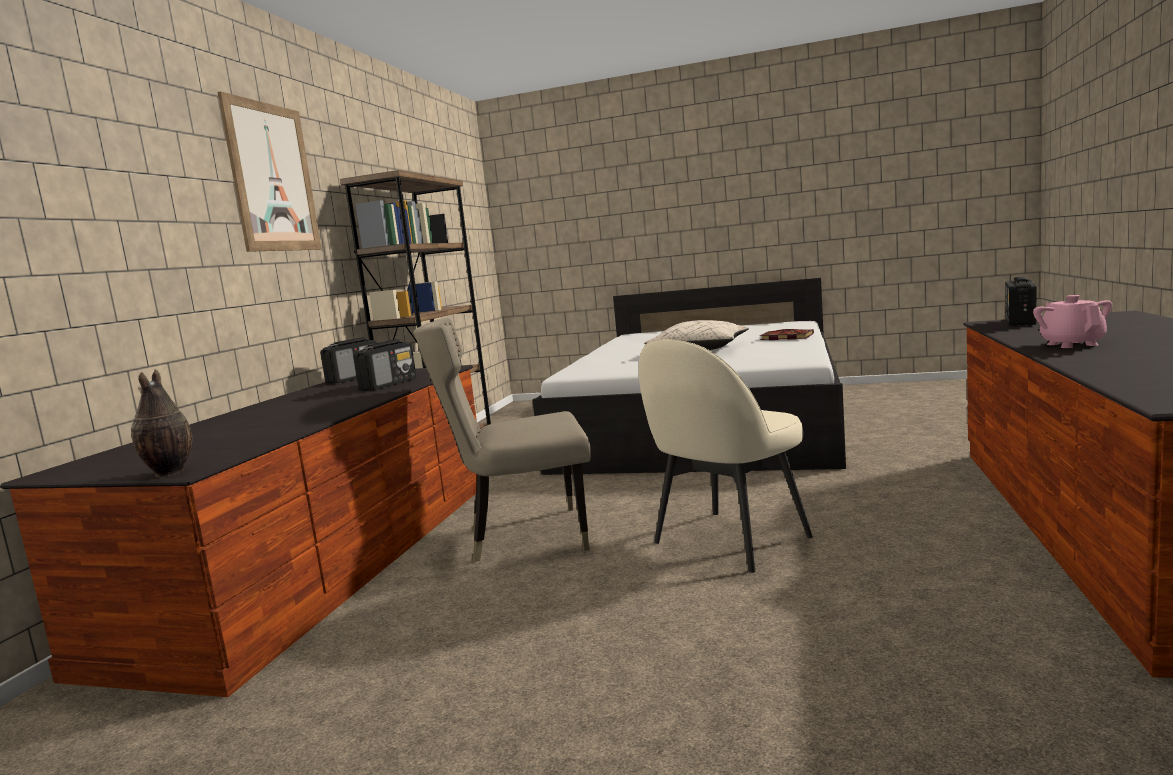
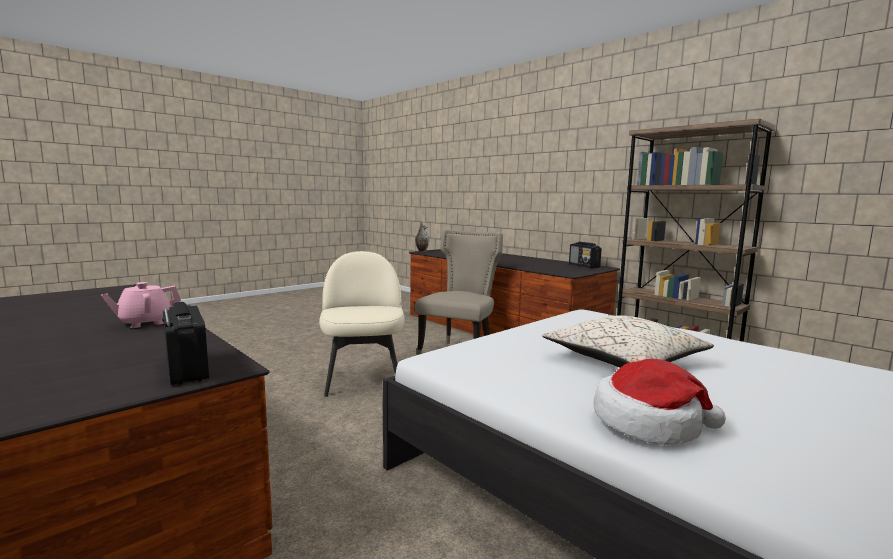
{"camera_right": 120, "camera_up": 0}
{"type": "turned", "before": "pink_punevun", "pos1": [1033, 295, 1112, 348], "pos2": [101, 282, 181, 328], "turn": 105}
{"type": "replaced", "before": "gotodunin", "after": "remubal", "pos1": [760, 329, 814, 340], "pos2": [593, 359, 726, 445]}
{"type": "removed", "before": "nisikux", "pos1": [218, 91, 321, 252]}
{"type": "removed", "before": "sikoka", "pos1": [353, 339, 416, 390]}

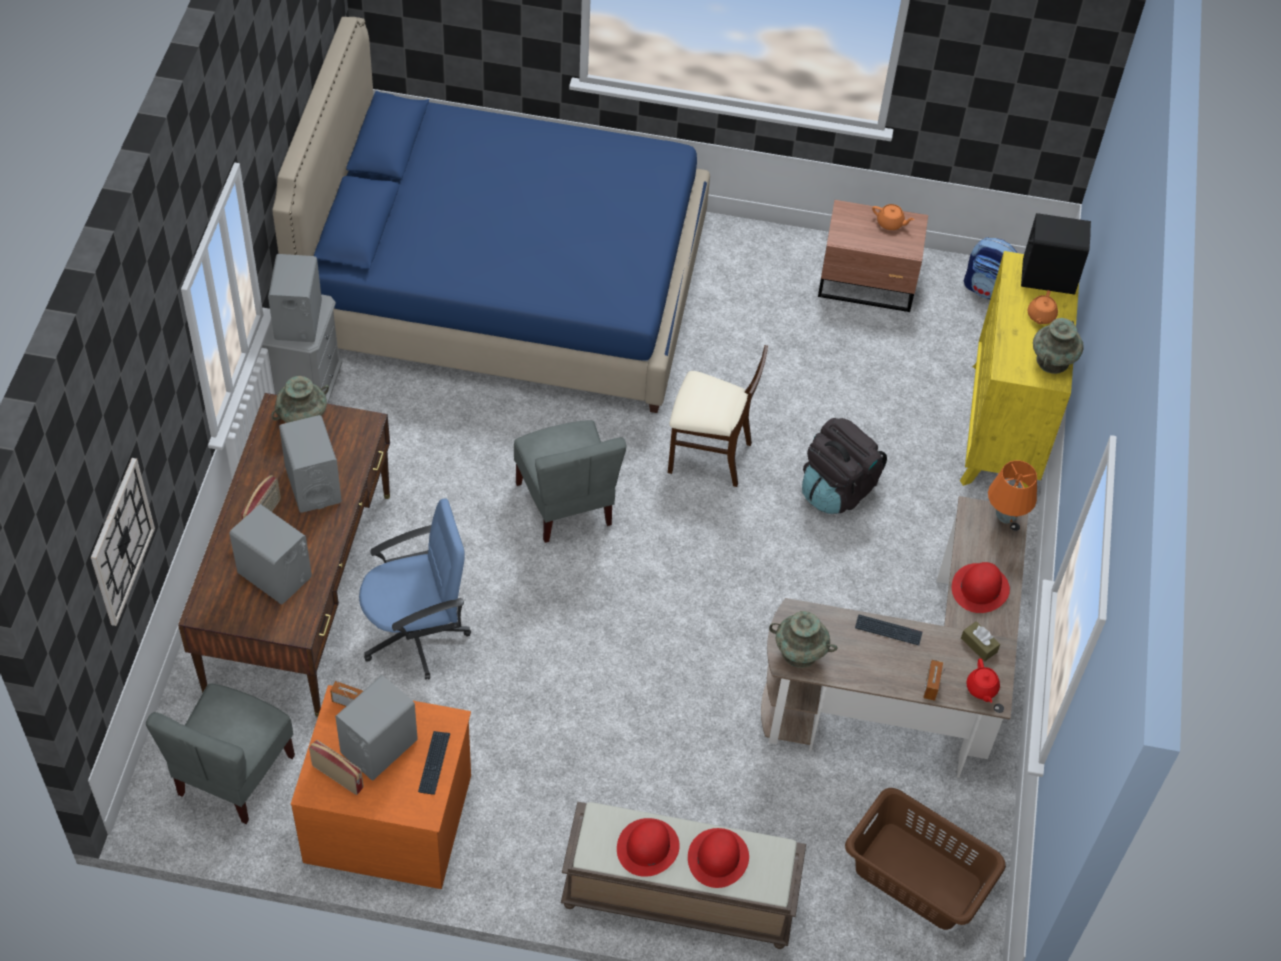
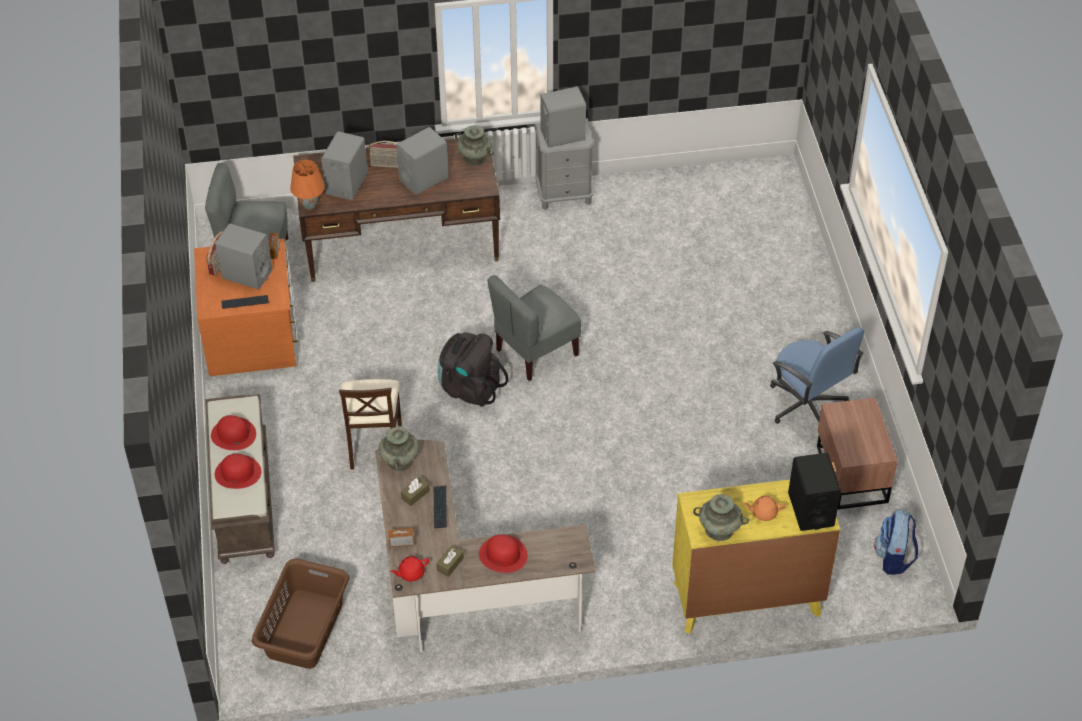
{"camera_right": 75, "camera_up": -5}
{"type": "moved", "before": "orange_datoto", "pos1": [988, 460, 1037, 523], "pos2": [290, 160, 325, 210]}
{"type": "moved", "before": "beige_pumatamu", "pos1": [668, 345, 768, 487], "pos2": [339, 379, 402, 470]}
{"type": "added", "after": "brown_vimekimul", "pos2": [401, 477, 430, 506]}
{"type": "moved", "before": "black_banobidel", "pos1": [802, 418, 887, 514], "pos2": [438, 332, 508, 407]}
{"type": "moved", "before": "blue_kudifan", "pos1": [359, 498, 471, 680], "pos2": [770, 327, 864, 424]}
{"type": "removed", "before": "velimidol", "pos1": [91, 458, 155, 626]}
{"type": "removed", "before": "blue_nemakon", "pos1": [272, 17, 710, 413]}
{"type": "removed", "before": "orange_punevun", "pos1": [872, 204, 915, 230]}

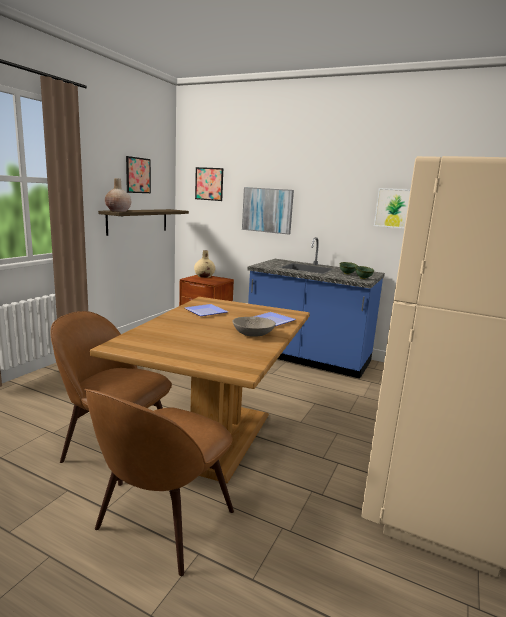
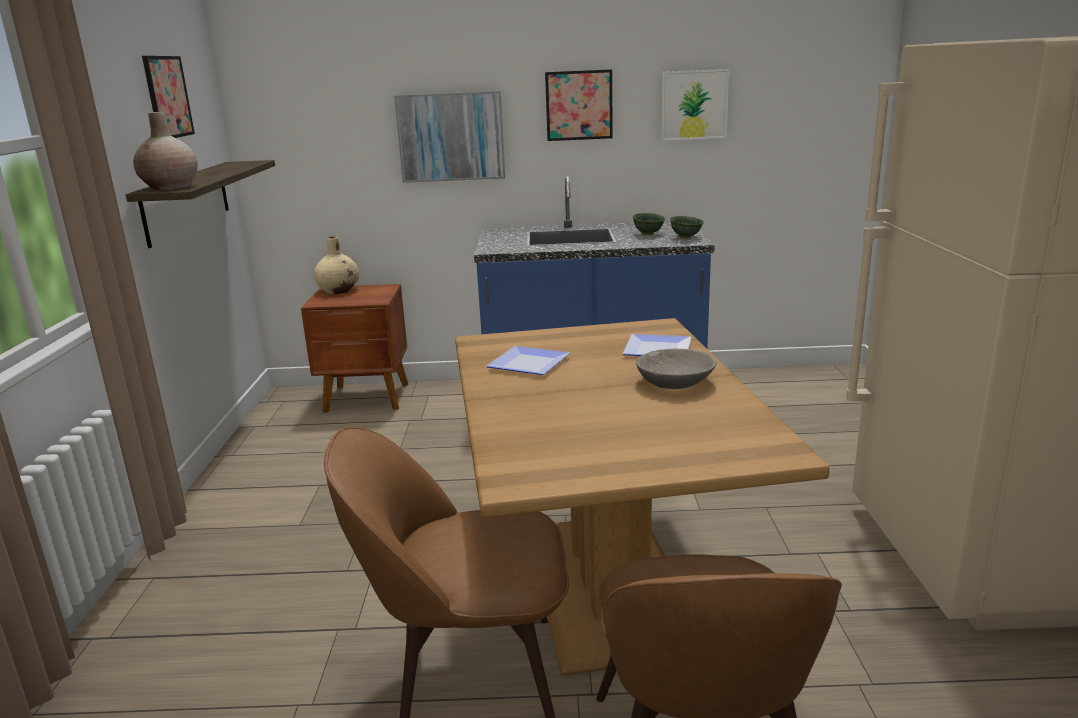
{"camera_right": -25, "camera_up": 5}
{"type": "moved", "before": "nisikux", "pos1": [195, 167, 223, 201], "pos2": [545, 69, 613, 141]}

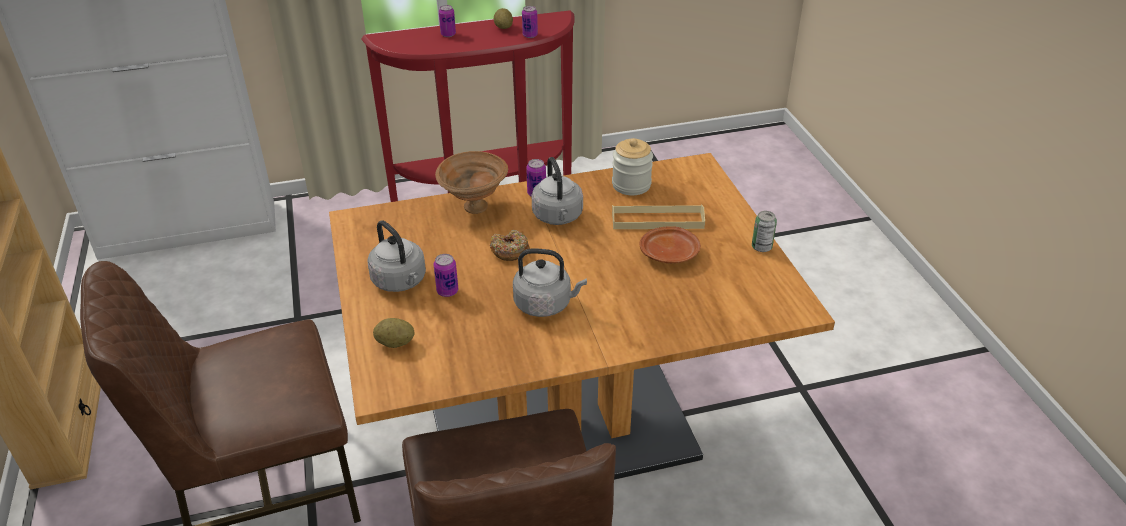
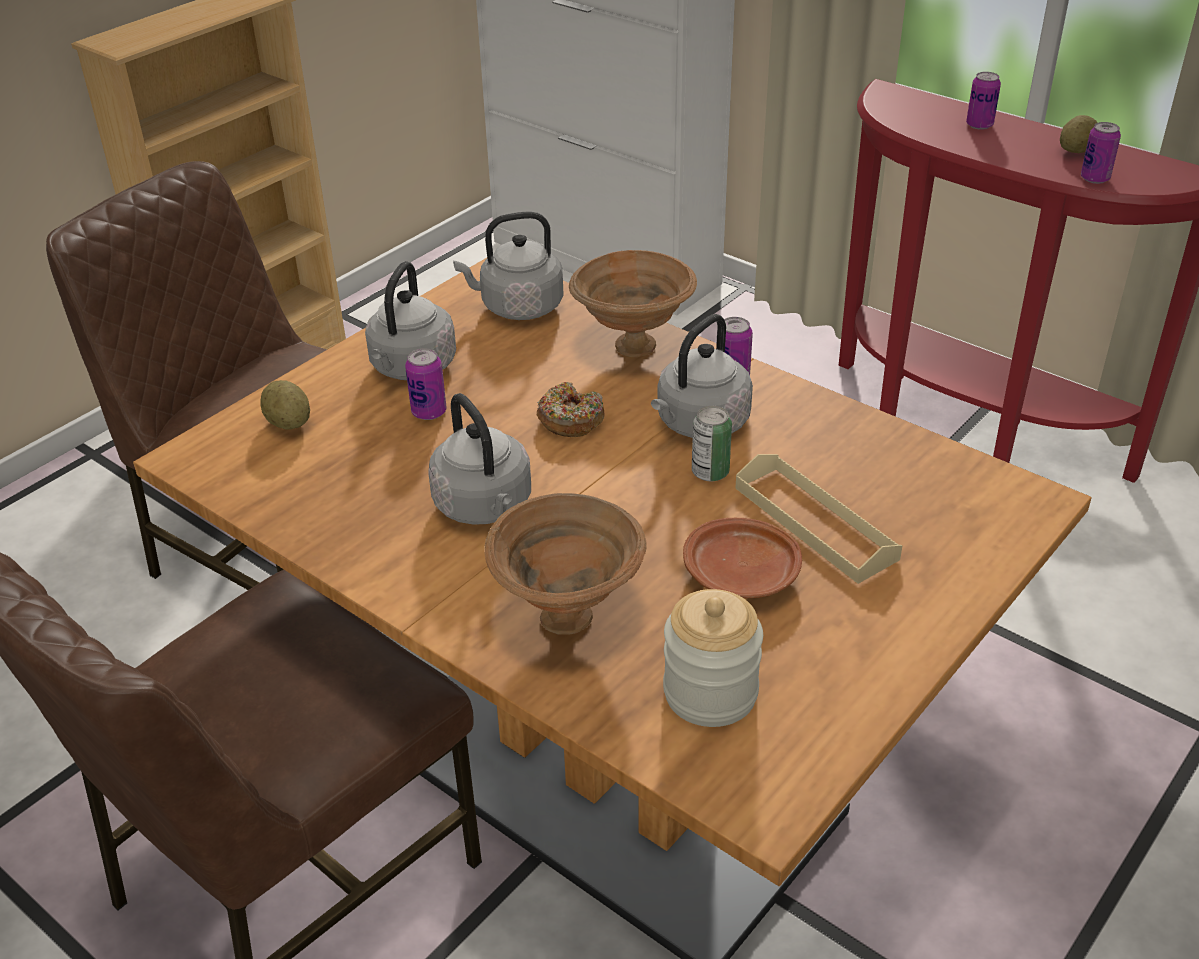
{"camera_right": 55, "camera_up": 0}
{"type": "added", "after": "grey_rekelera", "pos2": [453, 212, 564, 320]}
{"type": "added", "after": "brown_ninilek", "pos2": [484, 493, 647, 635]}
{"type": "moved", "before": "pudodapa", "pos1": [612, 138, 653, 195], "pos2": [663, 589, 763, 727]}
{"type": "moved", "before": "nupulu", "pos1": [752, 211, 777, 252], "pos2": [692, 406, 732, 481]}

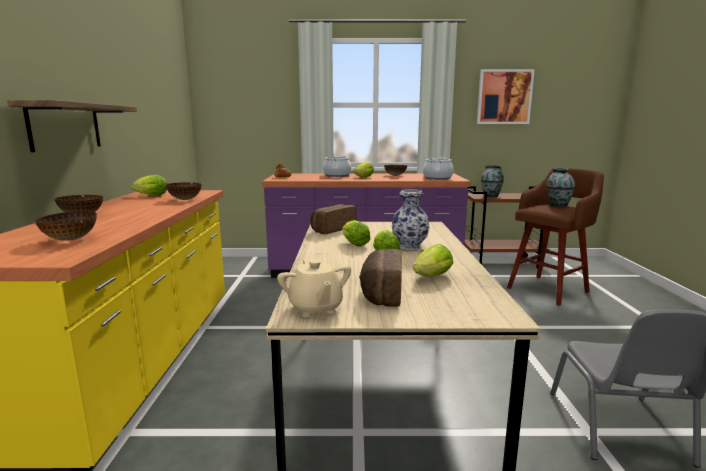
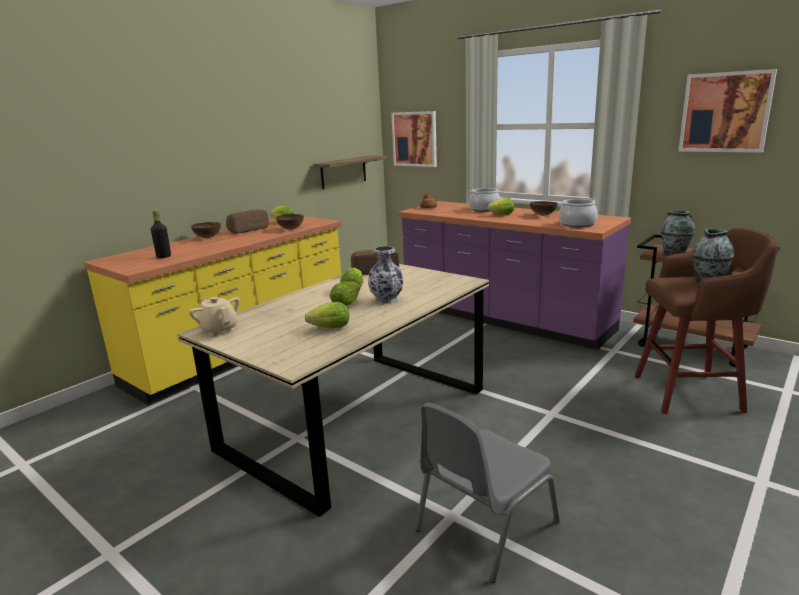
{"camera_right": 40, "camera_up": 5}
{"type": "replaced", "before": "ninilek", "after": "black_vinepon", "pos1": [35, 211, 97, 241], "pos2": [151, 211, 171, 258]}
{"type": "turned", "before": "beige_punevun", "pos1": [277, 259, 351, 317], "pos2": [189, 297, 240, 336], "turn": 120}
{"type": "moved", "before": "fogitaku", "pos1": [359, 249, 402, 307], "pos2": [226, 210, 269, 234]}
{"type": "moved", "before": "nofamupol", "pos1": [7, 100, 137, 152], "pos2": [313, 156, 386, 189]}
{"type": "added", "after": "nisikux", "pos2": [391, 111, 437, 167]}

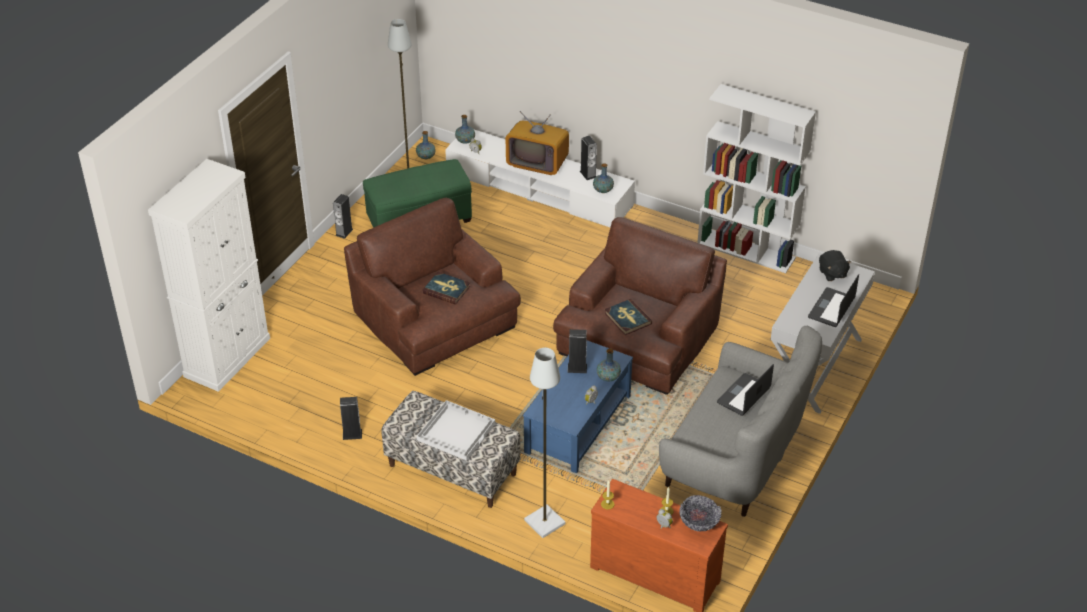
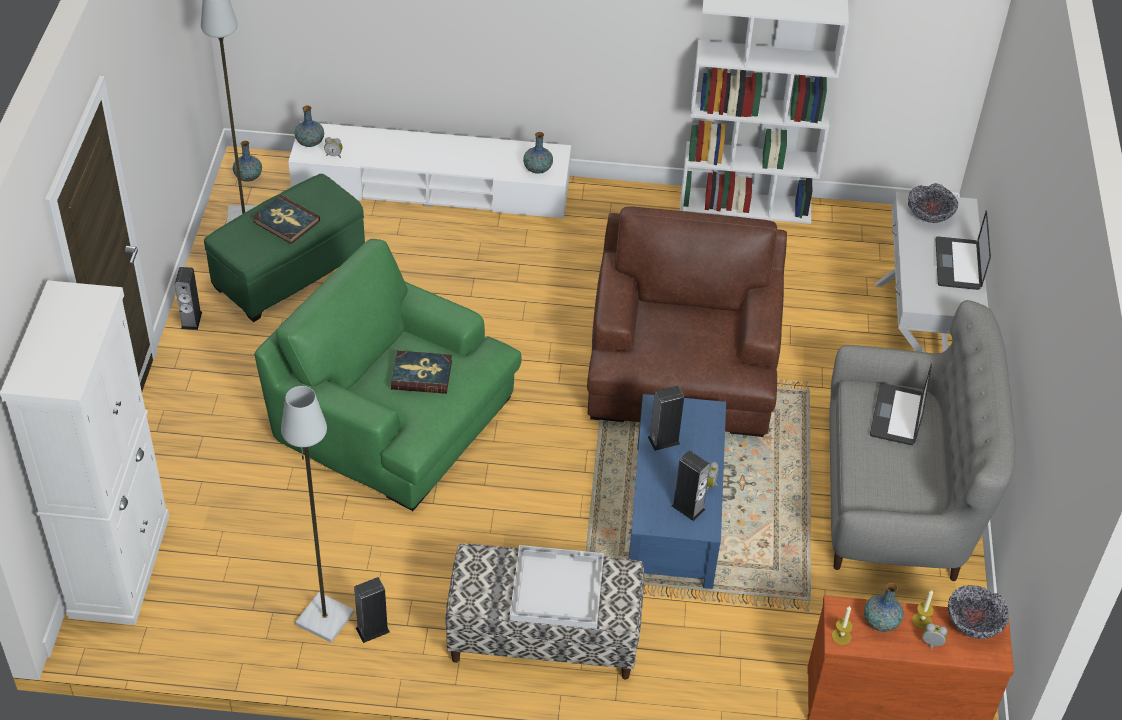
{"camera_right": -25, "camera_up": 5}
{"type": "moved", "before": "gotodunin", "pos1": [605, 299, 652, 335], "pos2": [253, 195, 320, 244]}
{"type": "recoloured", "before": "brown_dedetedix", "after": "green_dedetedix", "pos1": [344, 198, 521, 376], "pos2": [254, 239, 522, 511]}
{"type": "moved", "before": "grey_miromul", "pos1": [524, 348, 565, 538], "pos2": [281, 386, 354, 643]}
{"type": "moved", "before": "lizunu", "pos1": [580, 136, 597, 180], "pos2": [671, 450, 710, 521]}
{"type": "moved", "before": "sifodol", "pos1": [597, 349, 621, 381], "pos2": [864, 583, 904, 632]}
{"type": "replaced", "before": "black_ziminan", "after": "ninilek", "pos1": [819, 250, 851, 281], "pos2": [908, 183, 958, 223]}
{"type": "removed", "before": "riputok", "pos1": [506, 111, 569, 175]}

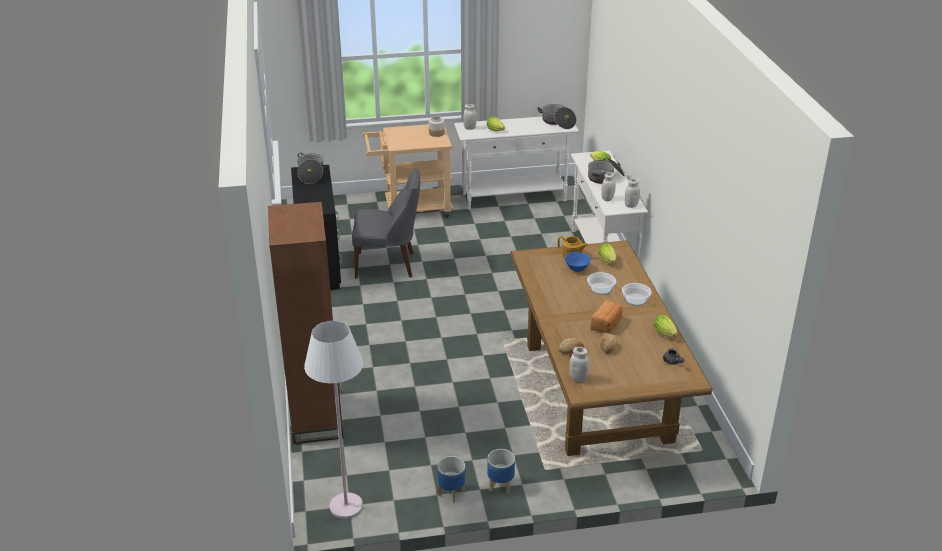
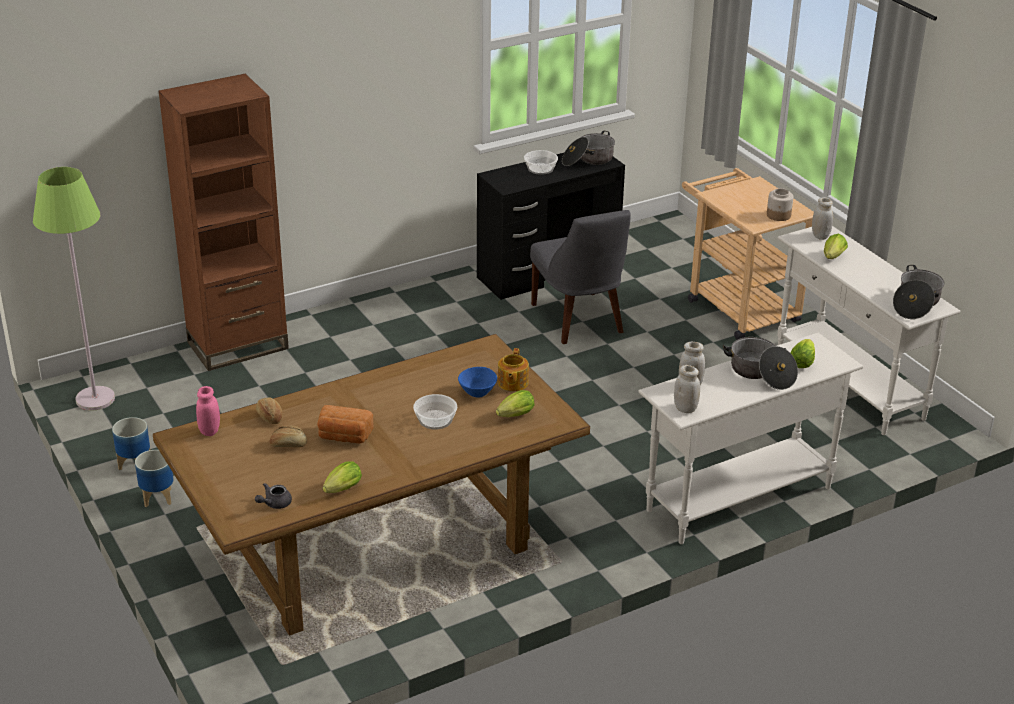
{"camera_right": 70, "camera_up": 0}
{"type": "recoloured", "before": "white_miromul", "after": "green_miromul", "pos1": [304, 321, 363, 519], "pos2": [33, 167, 115, 410]}
{"type": "recoloured", "before": "white_pudodapa", "after": "pink_pudodapa", "pos1": [569, 347, 589, 382], "pos2": [196, 386, 220, 436]}
{"type": "moved", "before": "ninilek", "pos1": [622, 283, 652, 306], "pos2": [524, 150, 558, 175]}

